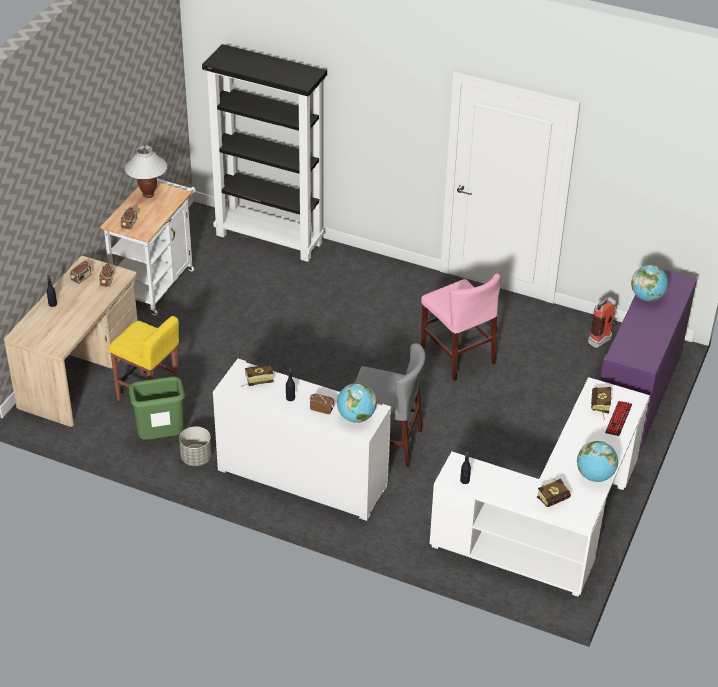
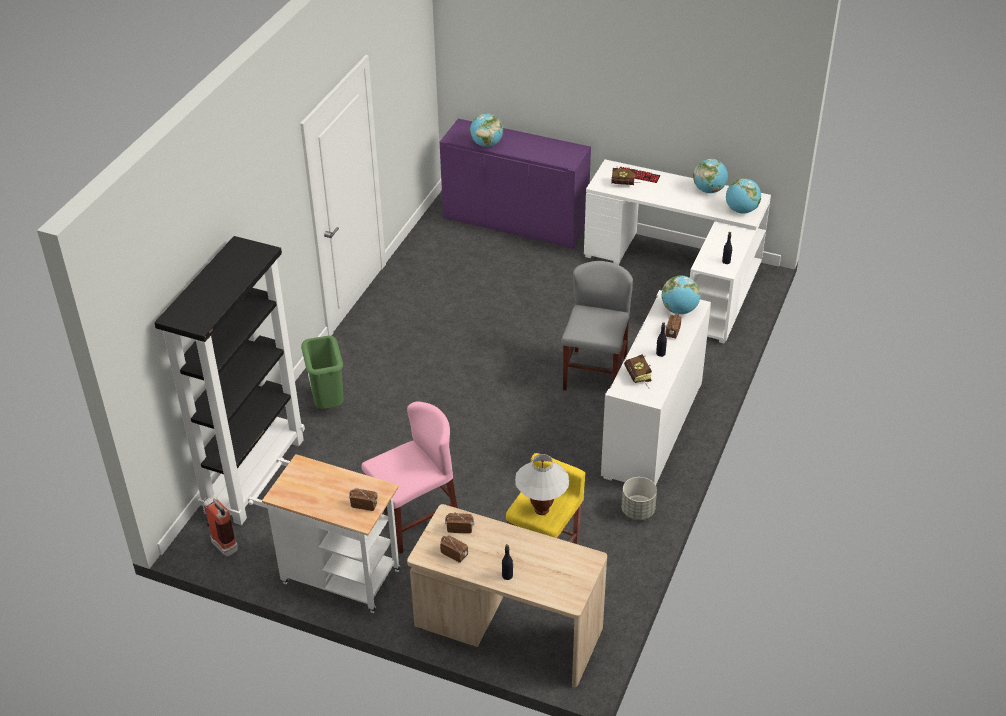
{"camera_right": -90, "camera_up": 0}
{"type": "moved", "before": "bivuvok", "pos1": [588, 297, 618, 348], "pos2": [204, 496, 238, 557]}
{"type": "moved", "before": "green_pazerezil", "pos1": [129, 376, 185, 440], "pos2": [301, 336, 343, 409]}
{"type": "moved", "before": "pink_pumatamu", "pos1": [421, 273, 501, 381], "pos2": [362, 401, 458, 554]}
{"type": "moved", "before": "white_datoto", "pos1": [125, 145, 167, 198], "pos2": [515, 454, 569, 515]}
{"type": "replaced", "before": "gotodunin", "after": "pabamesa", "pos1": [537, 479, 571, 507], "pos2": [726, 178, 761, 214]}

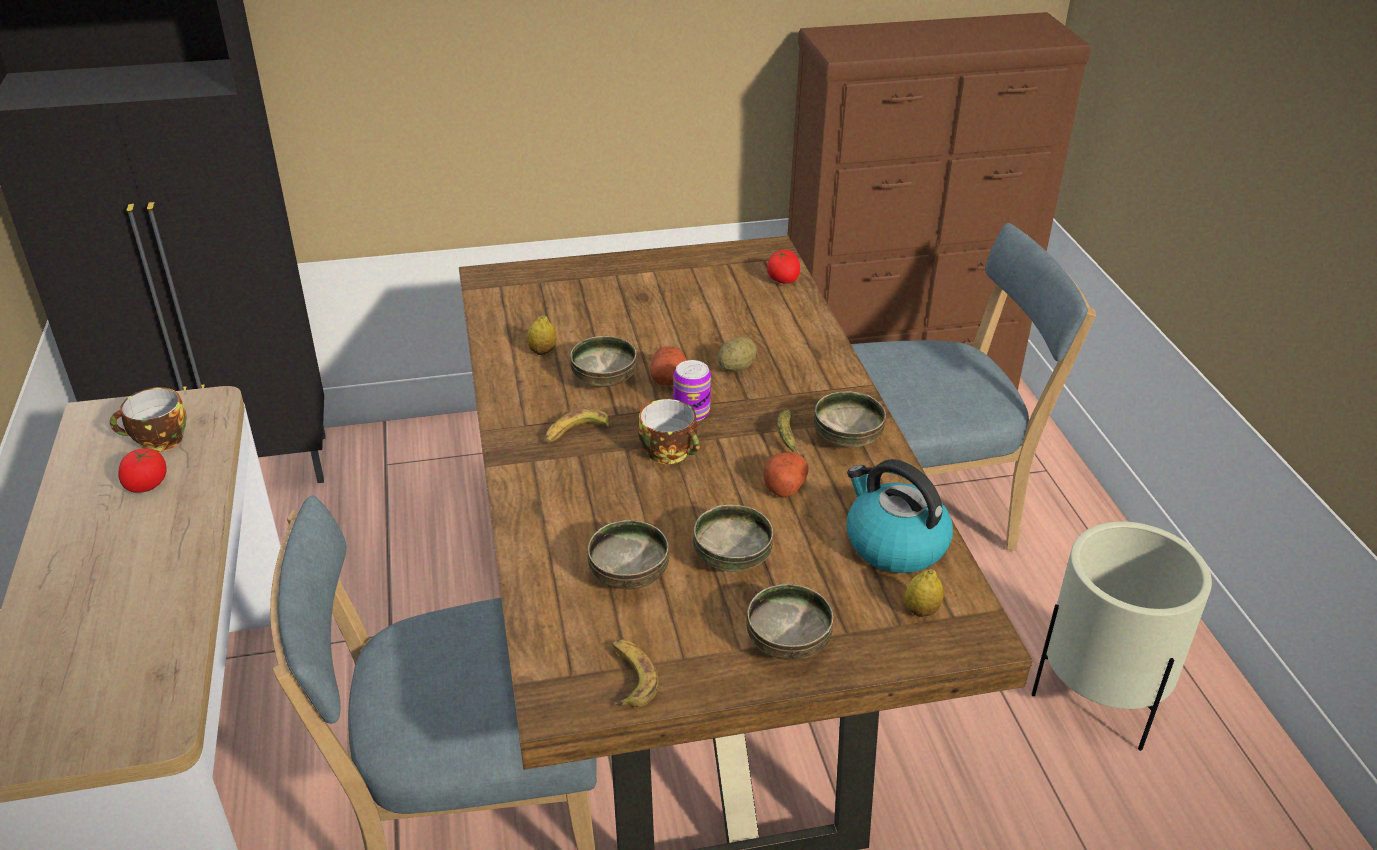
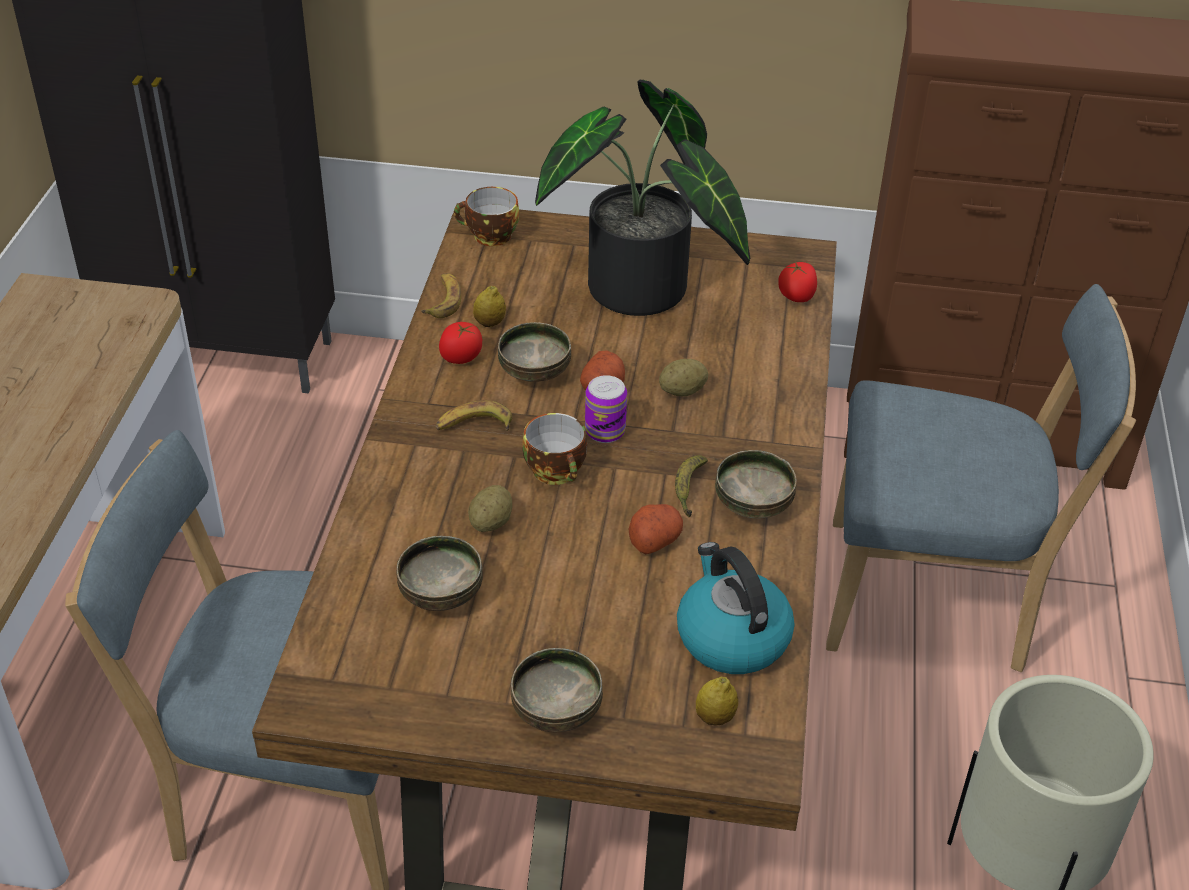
{"camera_right": 20, "camera_up": 5}
{"type": "moved", "before": "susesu", "pos1": [611, 639, 659, 707], "pos2": [421, 273, 461, 318]}
{"type": "moved", "before": "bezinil", "pos1": [118, 448, 166, 493], "pos2": [439, 322, 482, 364]}
{"type": "moved", "before": "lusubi", "pos1": [110, 387, 187, 452], "pos2": [454, 187, 519, 246]}
{"type": "added", "after": "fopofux", "pos2": [468, 485, 512, 532]}
{"type": "added", "after": "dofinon", "pos2": [535, 80, 750, 316]}
{"type": "removed", "before": "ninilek", "pos1": [693, 505, 773, 572]}

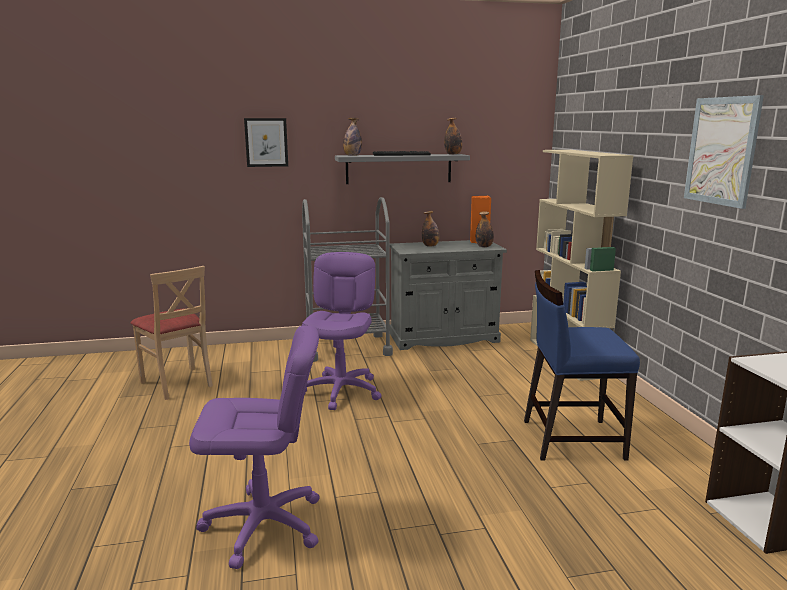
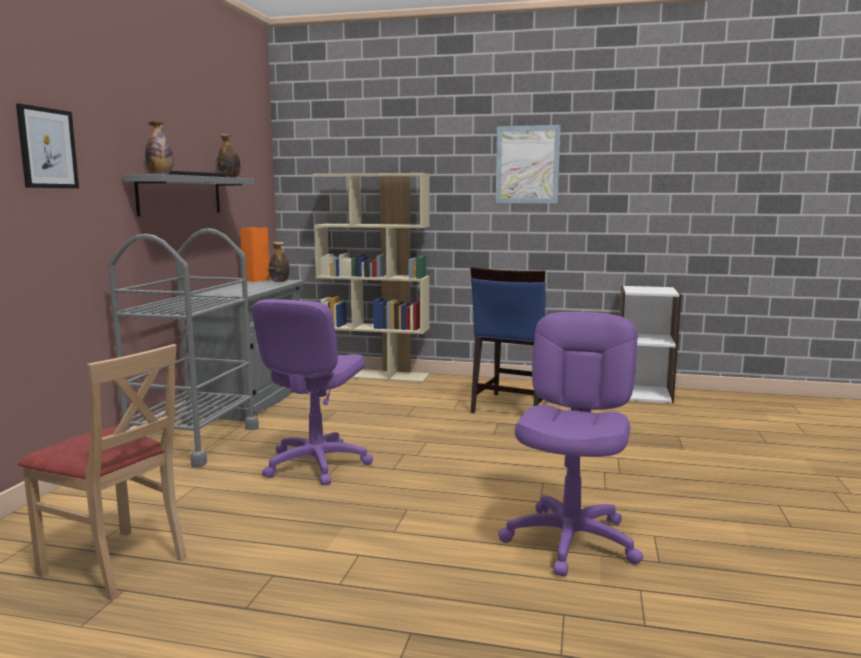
{"camera_right": -65, "camera_up": -5}
{"type": "turned", "before": "beige_pumatamu", "pos1": [130, 266, 213, 400], "pos2": [18, 344, 187, 601], "turn": 45}
{"type": "turned", "before": "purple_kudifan", "pos1": [301, 252, 381, 410], "pos2": [252, 299, 373, 485], "turn": -105}
{"type": "removed", "before": "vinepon", "pos1": [422, 211, 439, 247]}

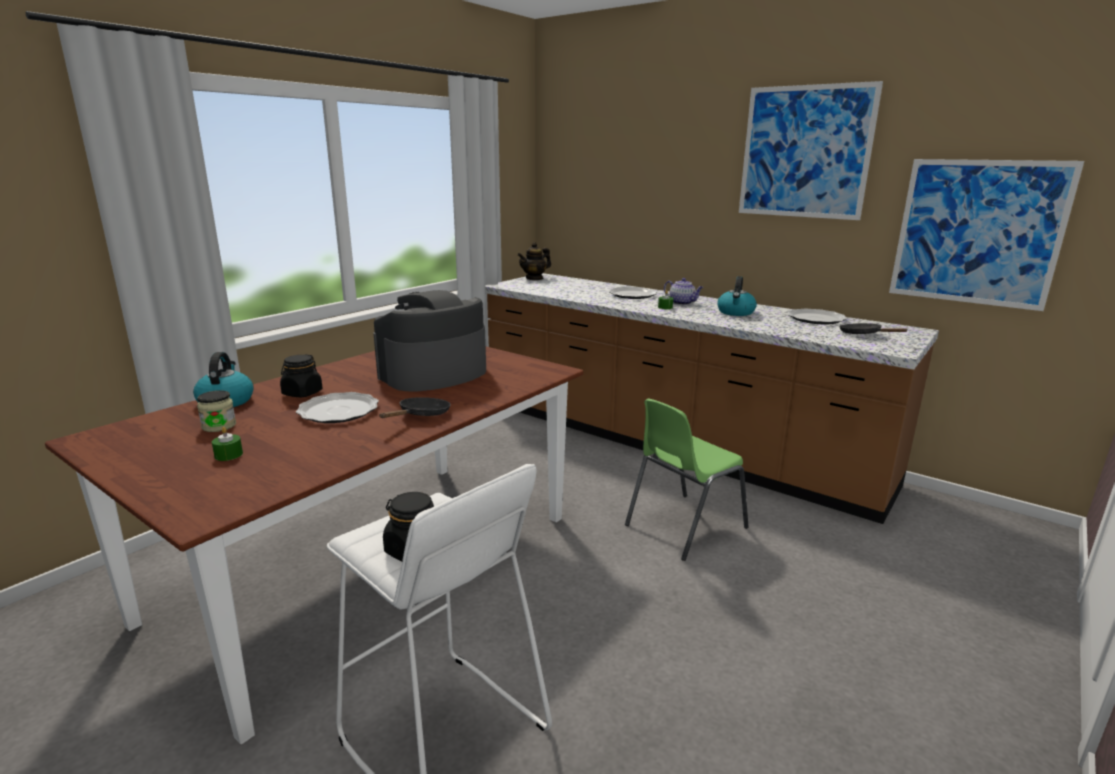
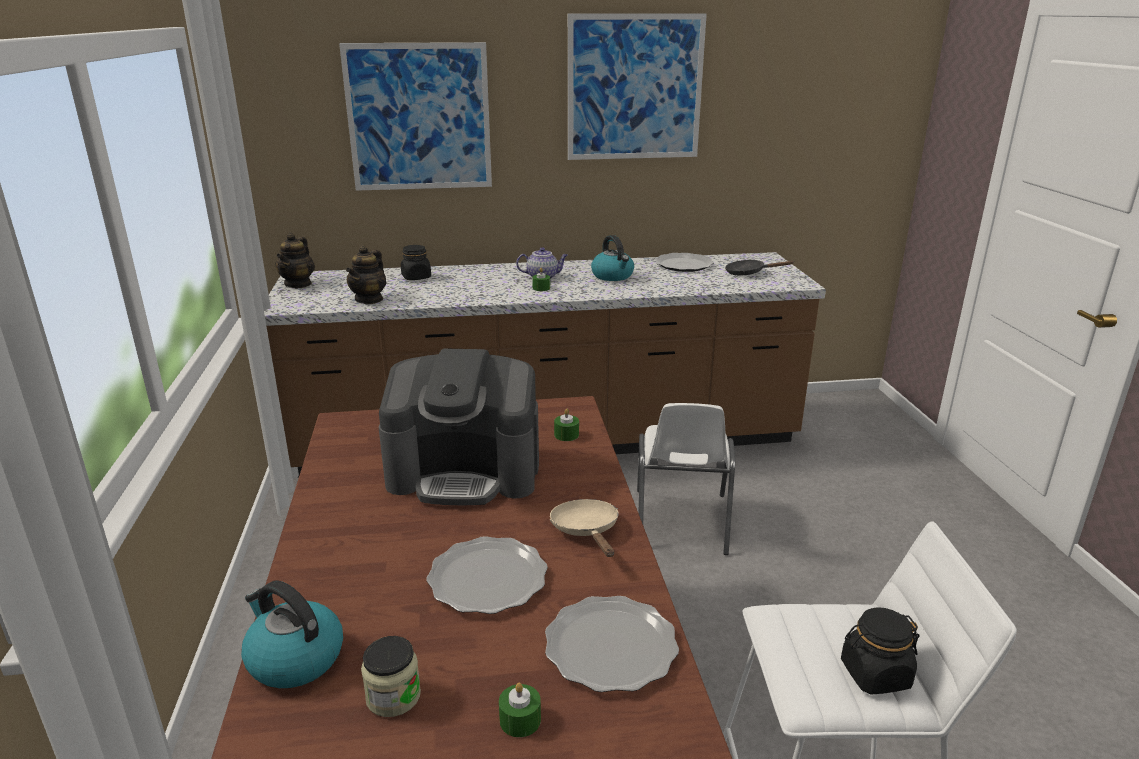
{"camera_right": -45, "camera_up": 5}
{"type": "moved", "before": "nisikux", "pos1": [889, 159, 1084, 311], "pos2": [339, 42, 492, 191]}
{"type": "added", "after": "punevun", "pos2": [346, 245, 387, 304]}
{"type": "turned", "before": "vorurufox", "pos1": [373, 290, 486, 392], "pos2": [379, 348, 539, 505], "turn": -90}
{"type": "moved", "before": "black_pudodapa", "pos1": [280, 354, 322, 397], "pos2": [401, 245, 431, 280]}
{"type": "moved", "before": "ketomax", "pos1": [609, 287, 657, 299], "pos2": [545, 596, 679, 692]}
{"type": "recoloured", "before": "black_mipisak", "after": "beige_mipisak", "pos1": [379, 397, 451, 418], "pos2": [550, 499, 619, 557]}
{"type": "added", "after": "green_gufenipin", "pos2": [554, 408, 579, 441]}
{"type": "recoloured", "before": "green_pumatamu", "after": "white_pumatamu", "pos1": [625, 399, 749, 561], "pos2": [637, 403, 735, 555]}

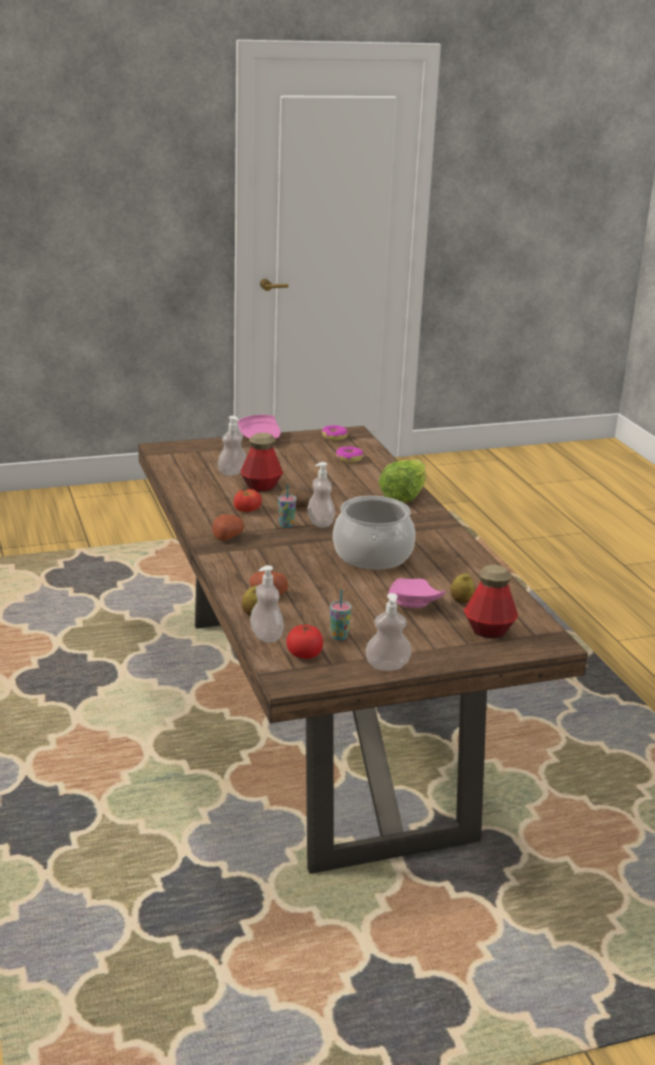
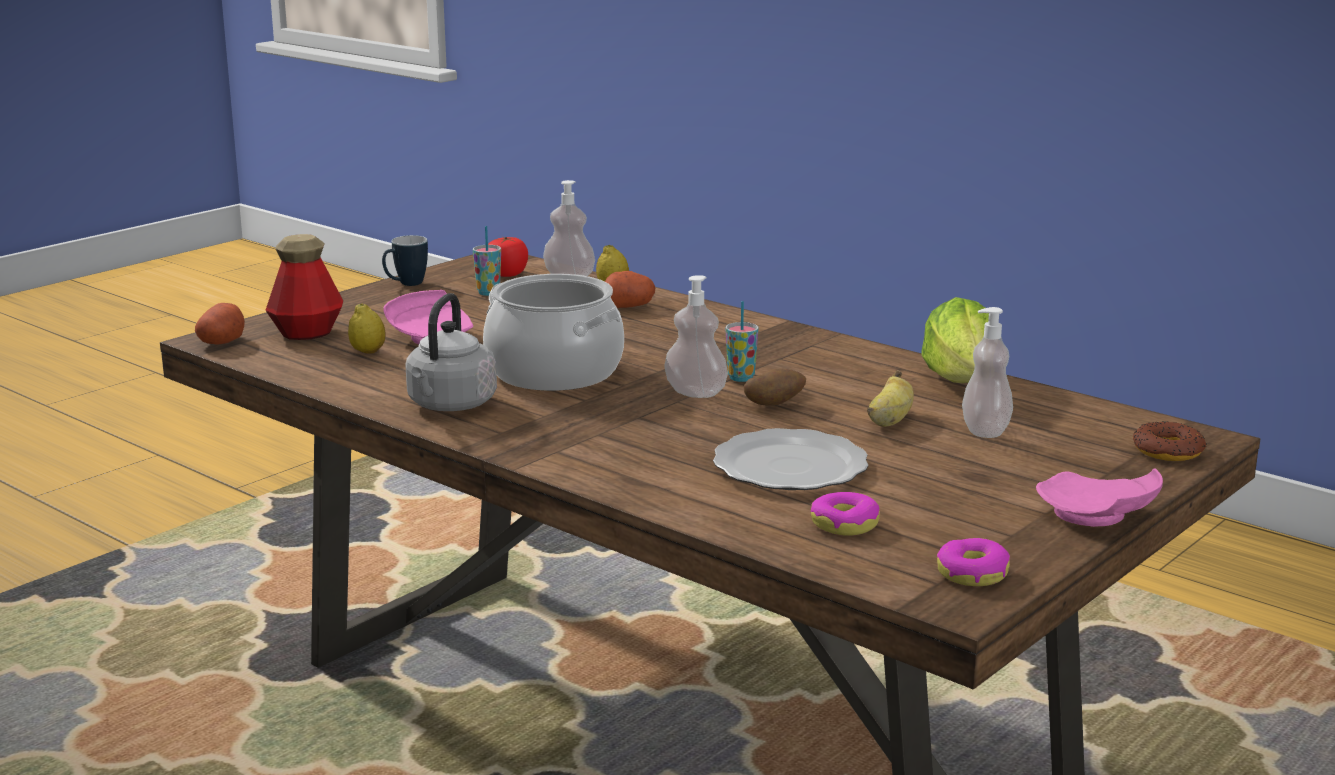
{"camera_right": 150, "camera_up": -5}
{"type": "moved", "before": "fopofux", "pos1": [212, 514, 244, 541], "pos2": [195, 303, 245, 345]}
{"type": "replaced", "before": "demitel", "after": "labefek", "pos1": [366, 593, 411, 671], "pos2": [382, 235, 428, 286]}
{"type": "added", "after": "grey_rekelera", "pos2": [405, 293, 497, 411]}
{"type": "added", "after": "ketomax", "pos2": [713, 428, 868, 490]}
{"type": "replaced", "before": "vinepon", "after": "susesu", "pos1": [240, 433, 283, 492], "pos2": [867, 371, 914, 427]}
{"type": "moved", "before": "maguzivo", "pos1": [379, 459, 426, 503], "pos2": [922, 297, 989, 383]}
{"type": "added", "after": "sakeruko", "pos2": [1133, 421, 1207, 461]}
{"type": "removed", "before": "bezinil", "pos1": [234, 489, 262, 512]}

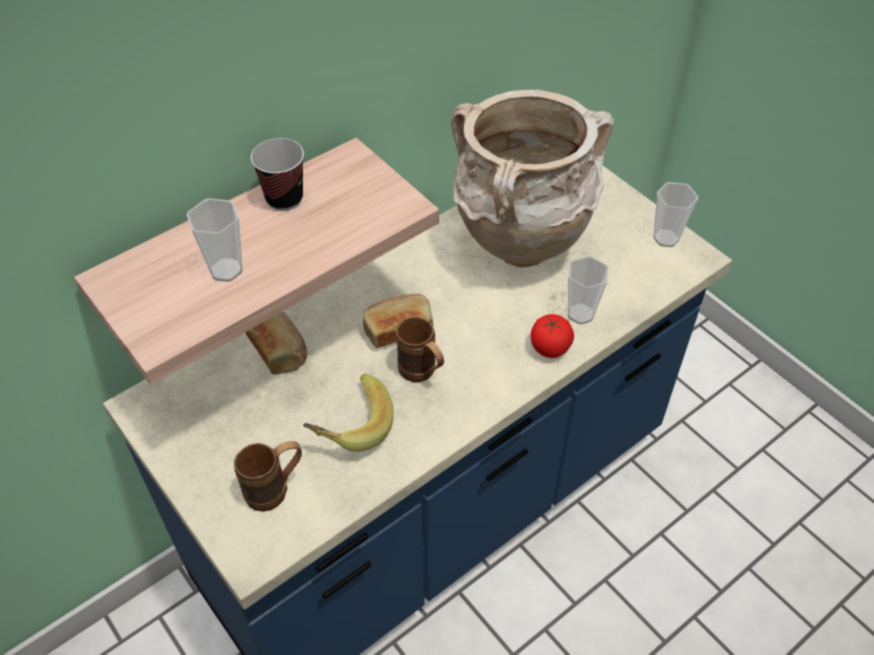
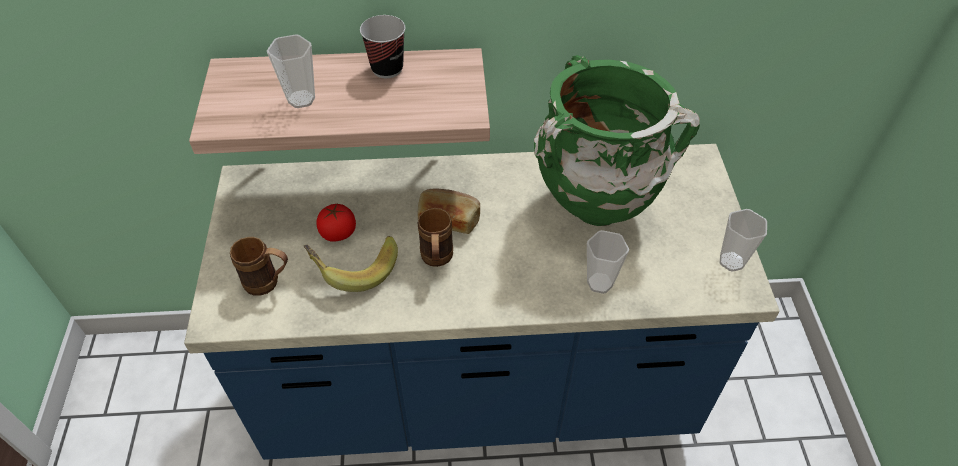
{"camera_right": 35, "camera_up": 0}
{"type": "moved", "before": "bezinil", "pos1": [530, 314, 574, 358], "pos2": [317, 204, 356, 242]}
{"type": "recoloured", "before": "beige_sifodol", "after": "green_sifodol", "pos1": [451, 90, 614, 267], "pos2": [534, 55, 700, 226]}
{"type": "removed", "before": "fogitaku", "pos1": [246, 311, 307, 375]}

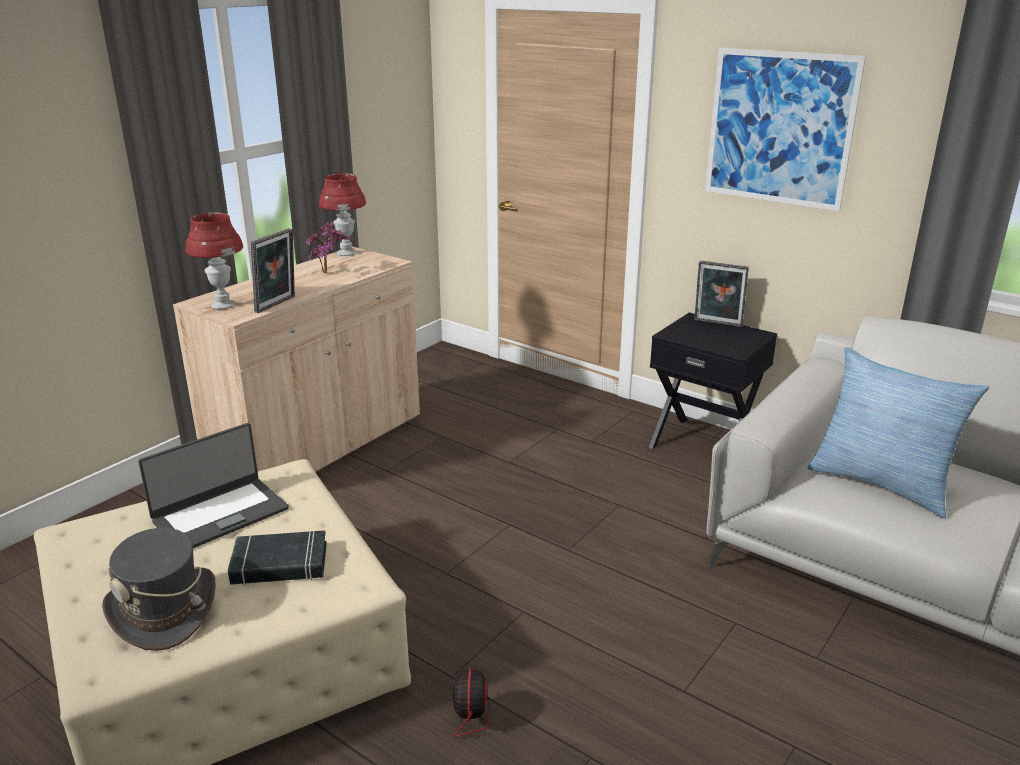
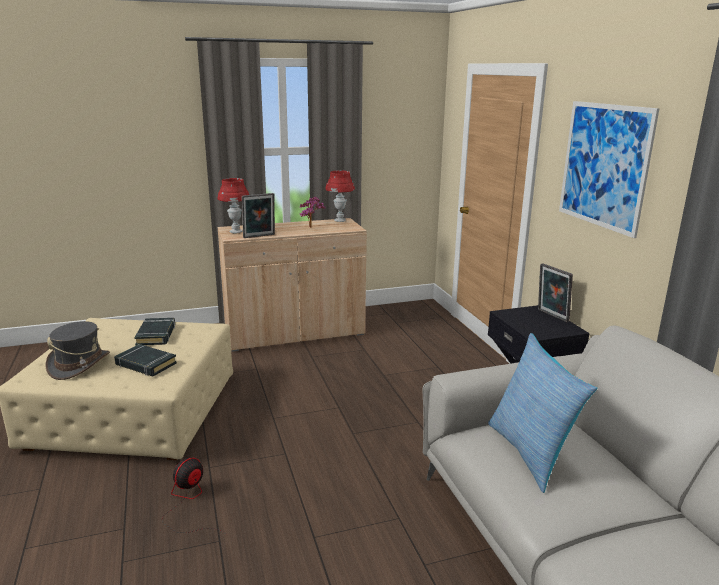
{"camera_right": 35, "camera_up": -5}
{"type": "replaced", "before": "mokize", "after": "black_gotodunin", "pos1": [138, 423, 289, 548], "pos2": [134, 318, 175, 345]}

